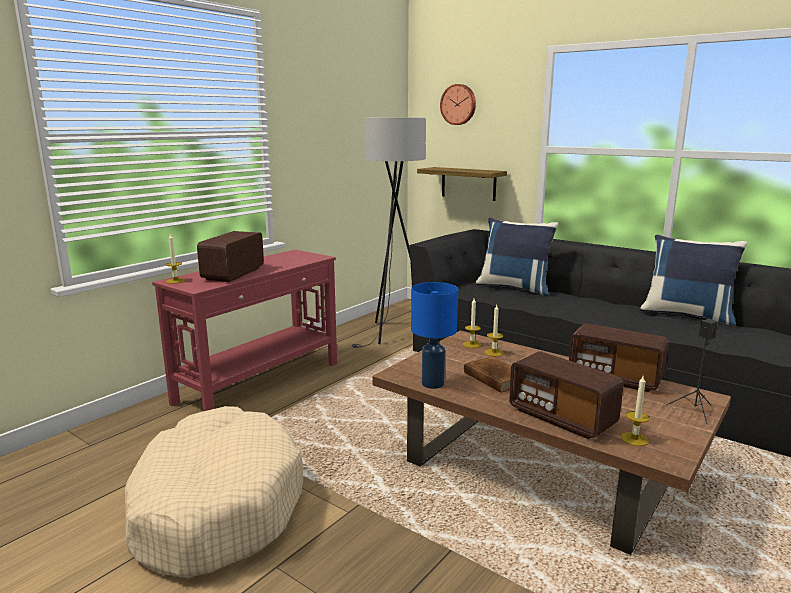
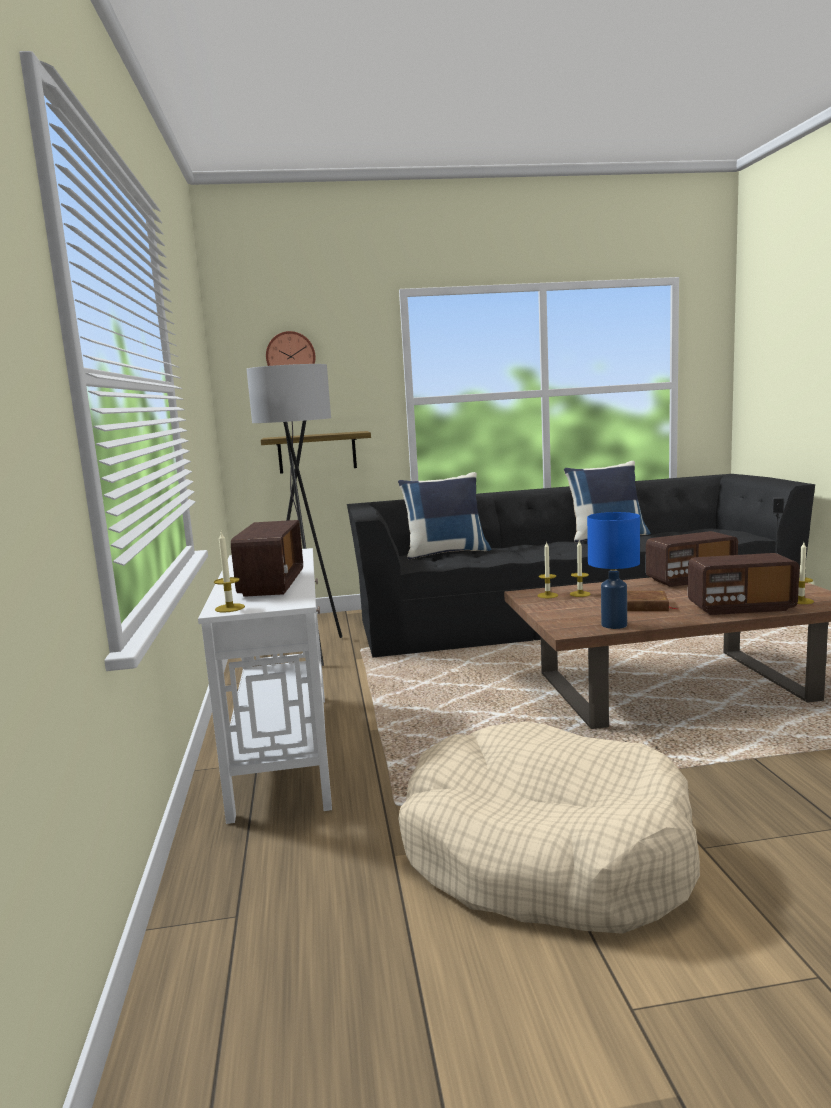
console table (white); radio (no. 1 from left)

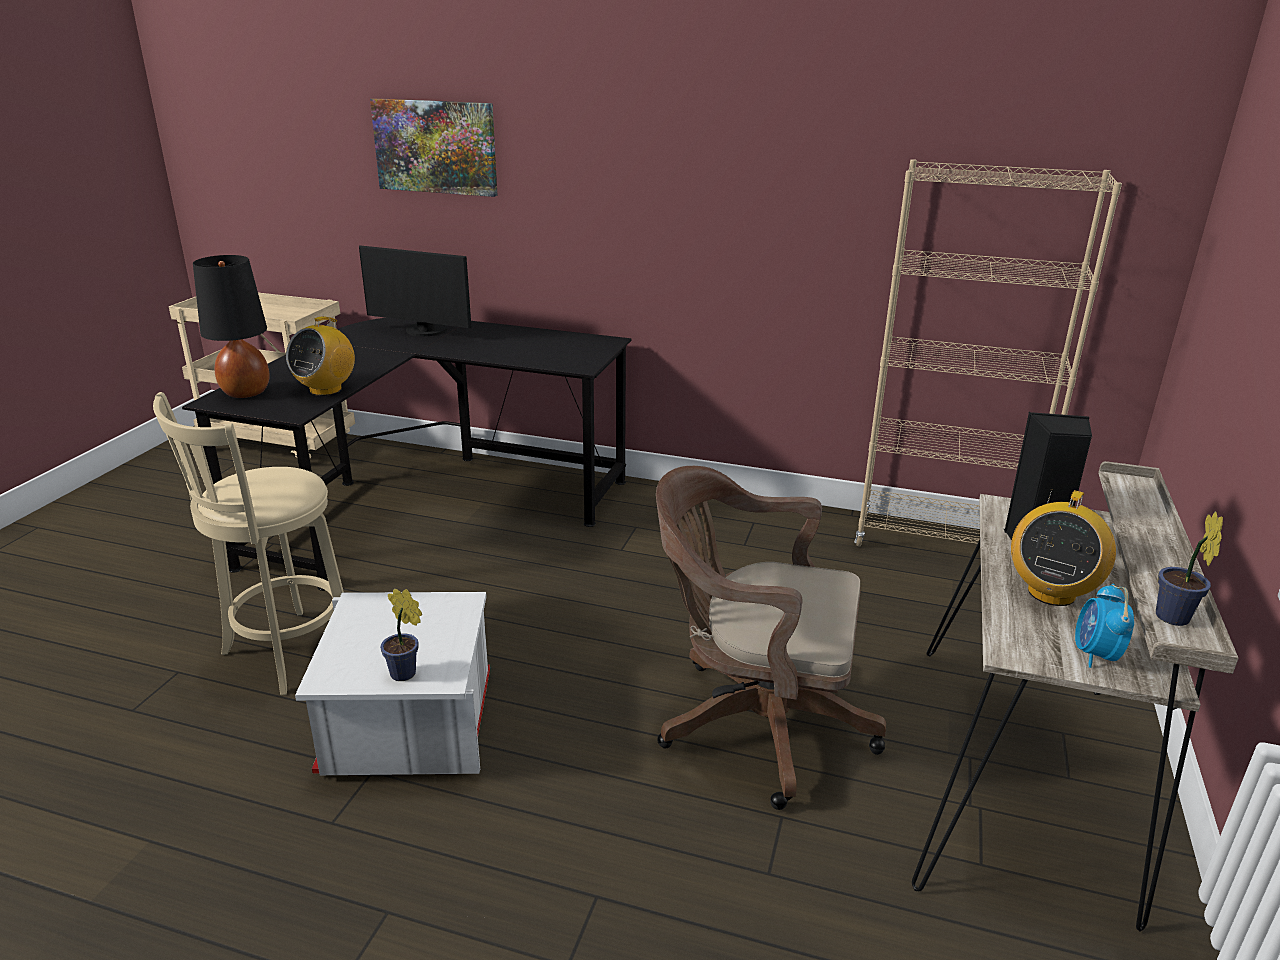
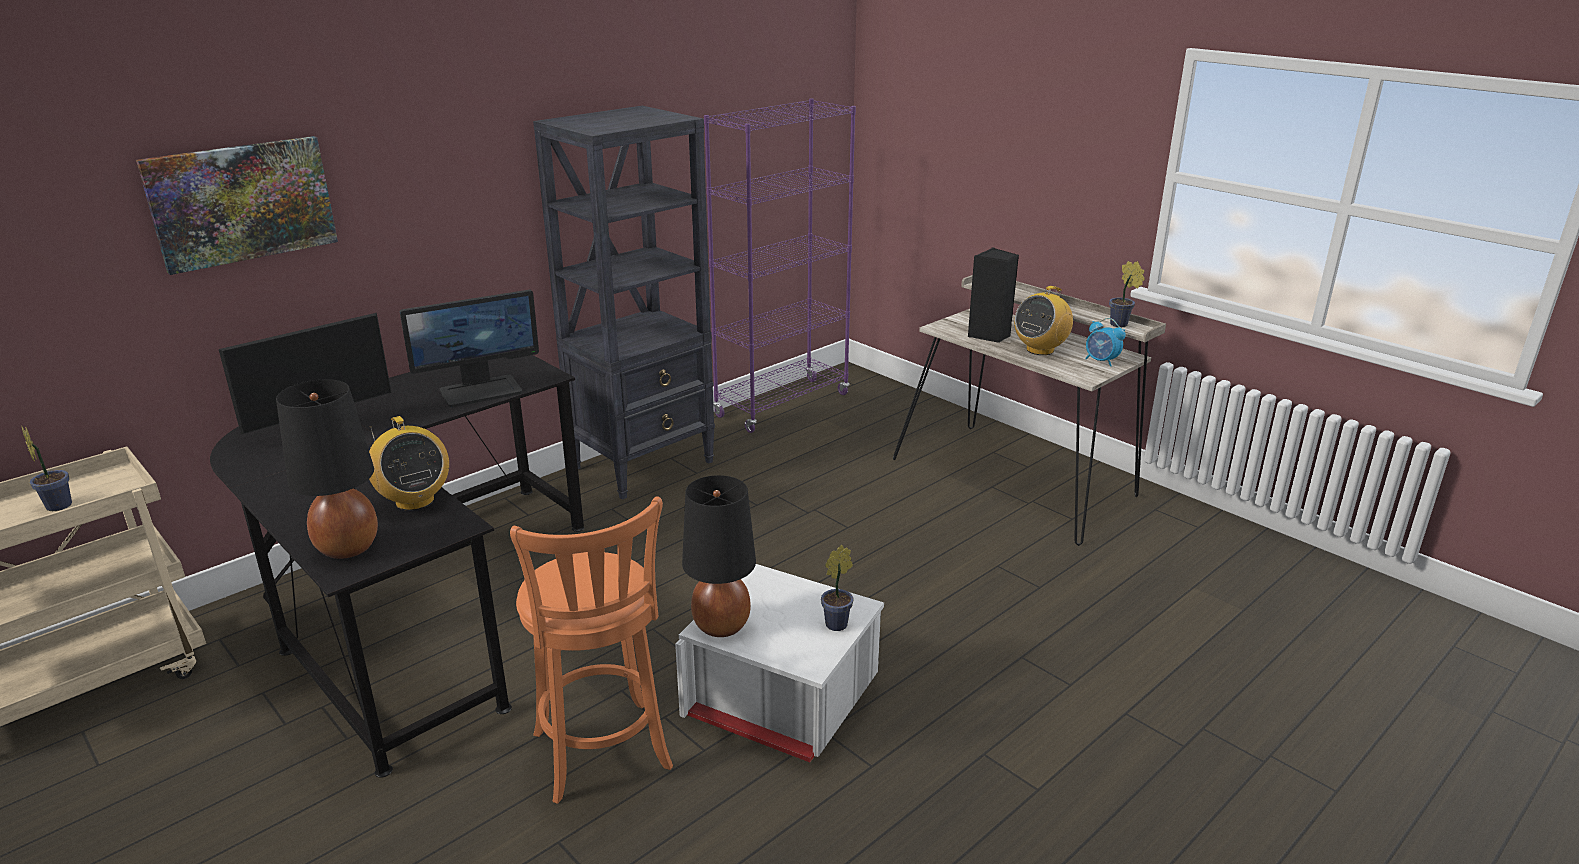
stool (orange); office chair (brown); bookcase (purple); radio (no. 2 from left); potted plant (no. 1 from left); monitor (no. 2 from left); bookcase (black); table lamp (black) (no. 2 from left)

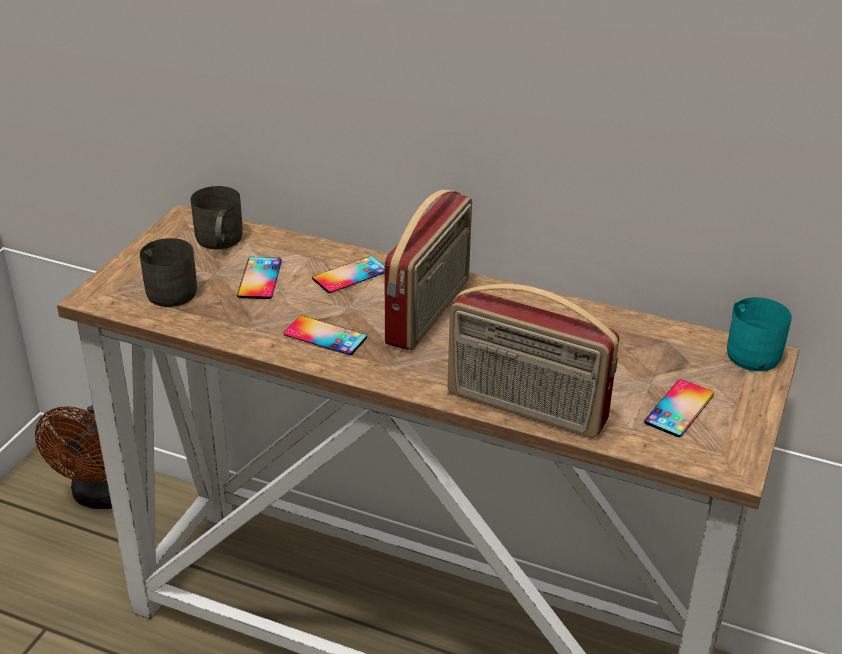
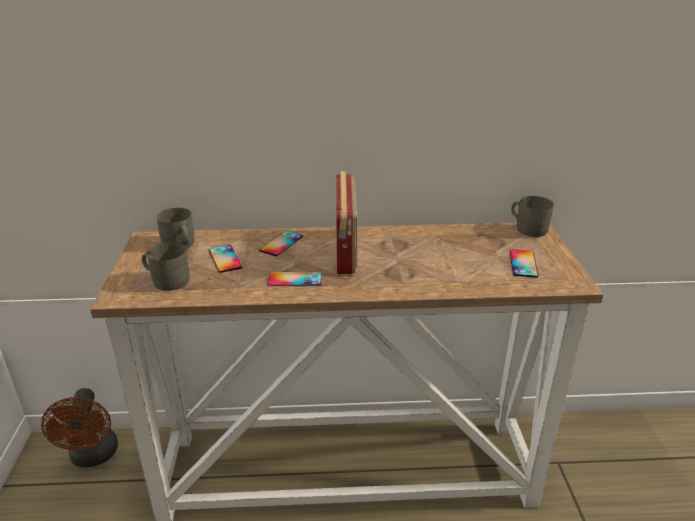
radio (no. 2 from left in the first image); mug (grey) (no. 3 from left)

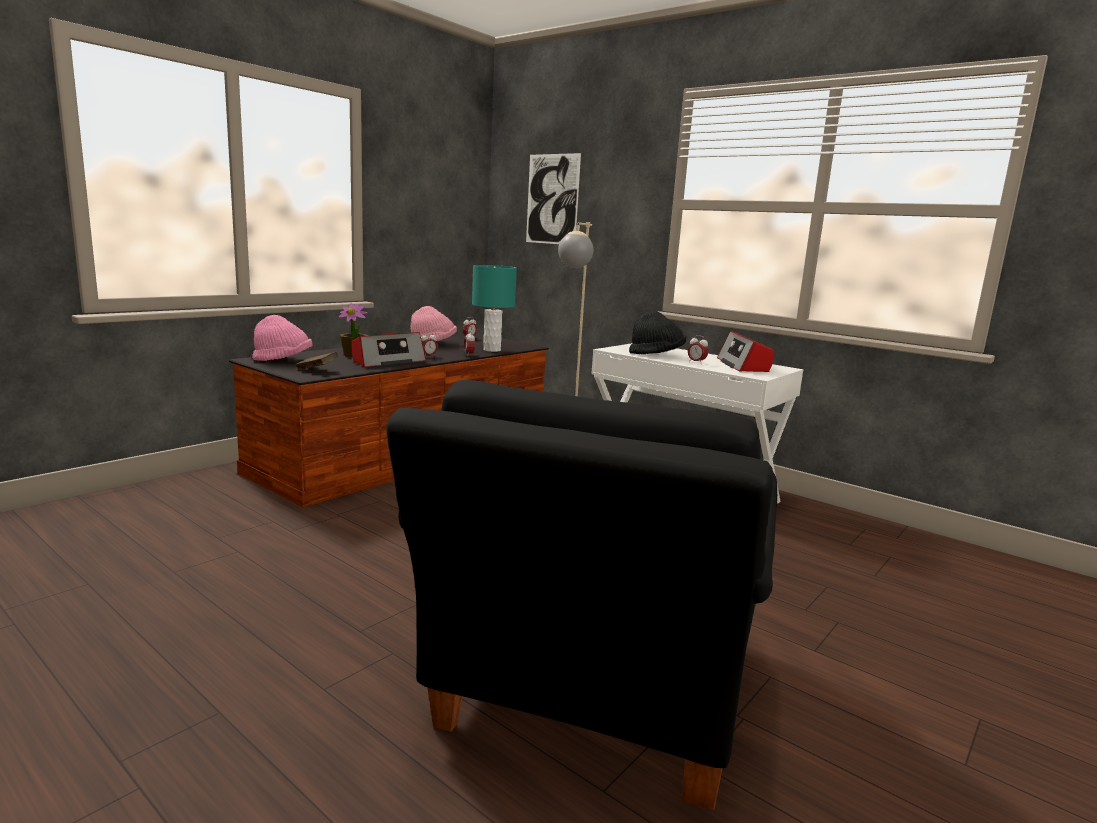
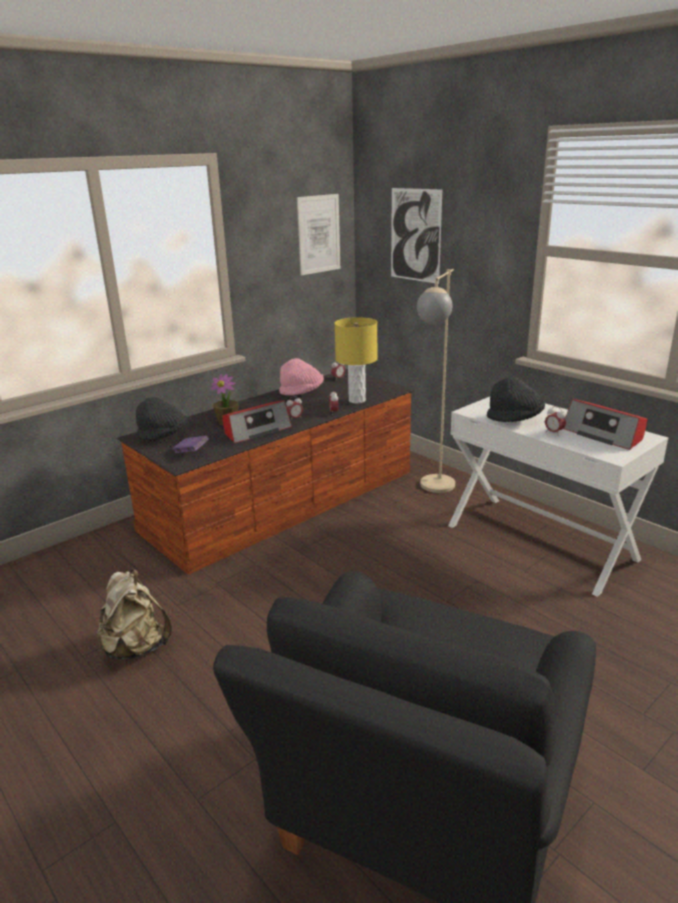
hat (black) (no. 1 from left); book (purple); table lamp (yellow); radio (no. 2 from left); backpack (beige); picture (no. 1 from left)

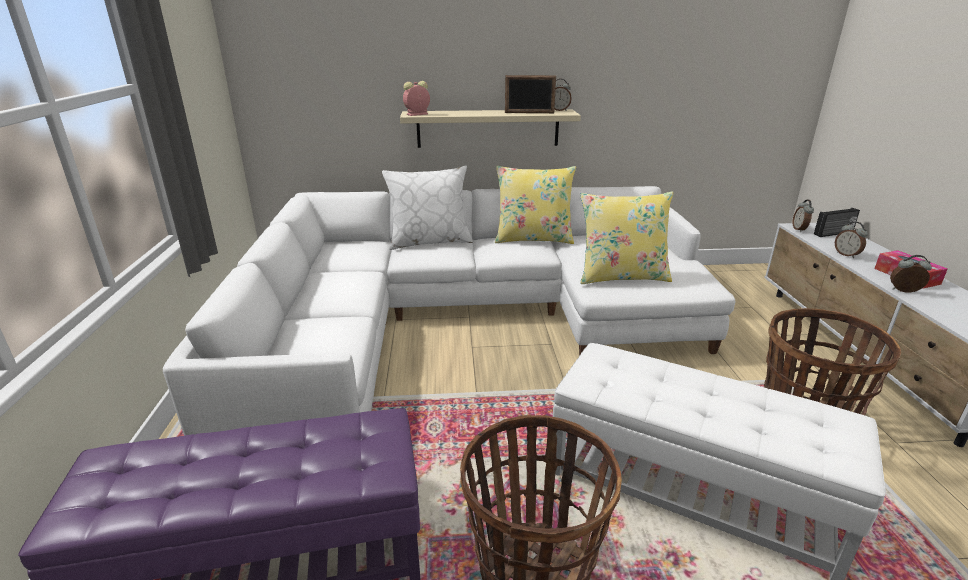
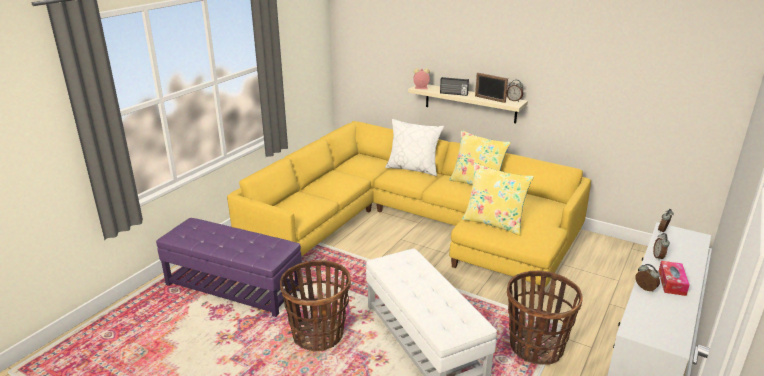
sofa (yellow); radio

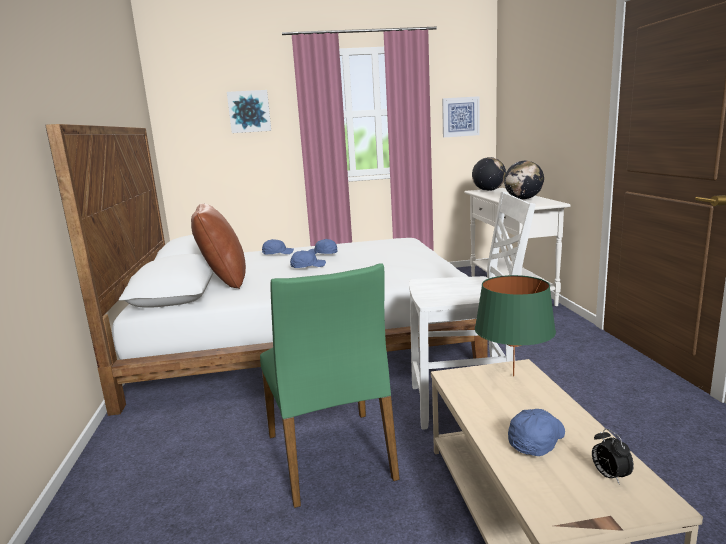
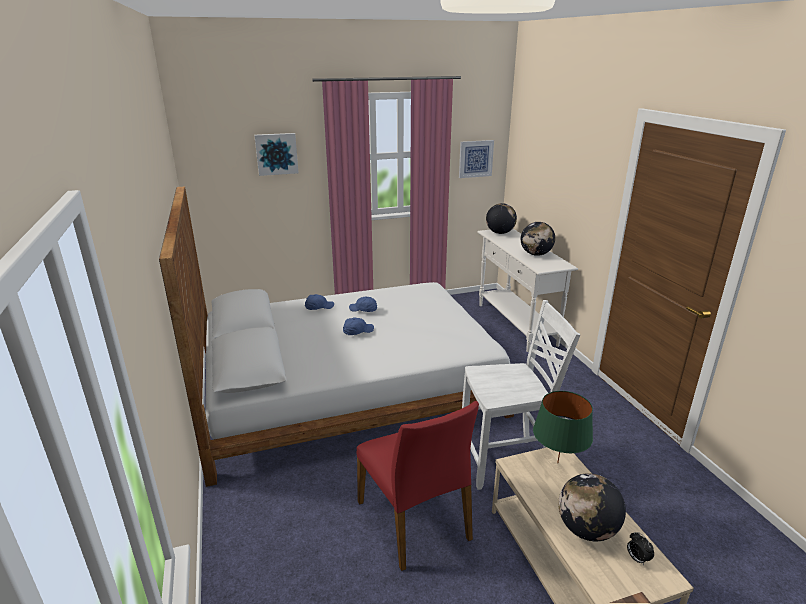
pillow (brown); chair (red); globe (no. 3 from left)

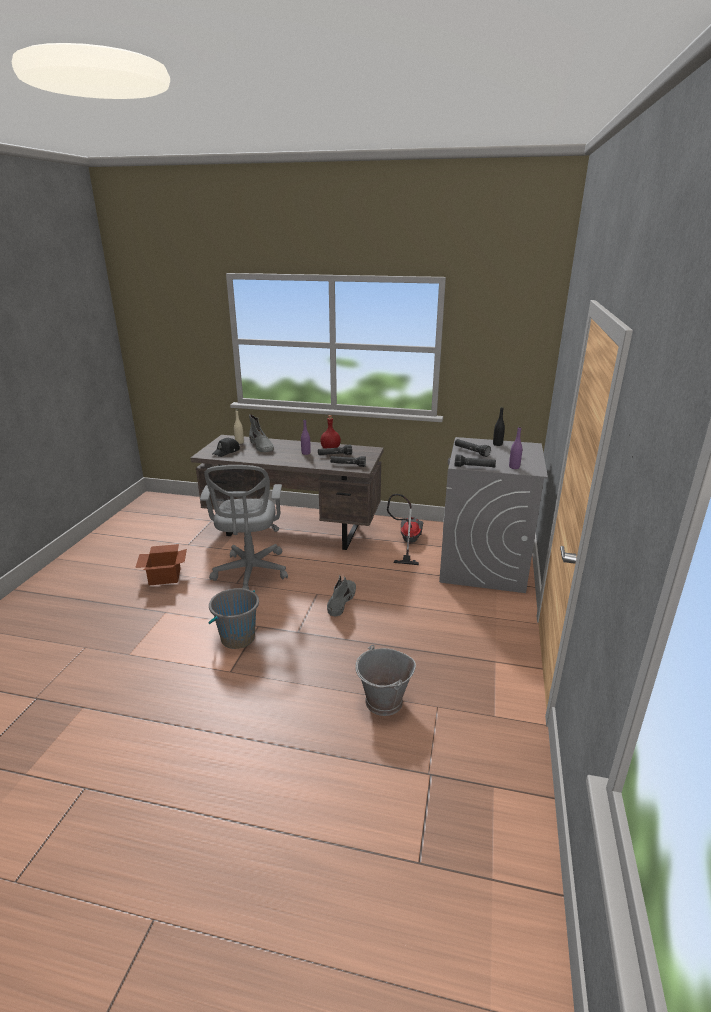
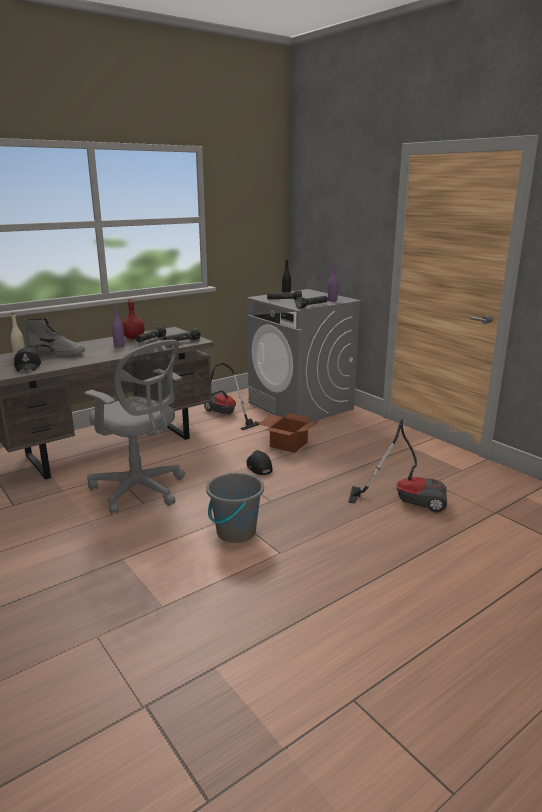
cardboard box; cap (black) (no. 2 from left); vacuum cleaner (no. 2 from left)

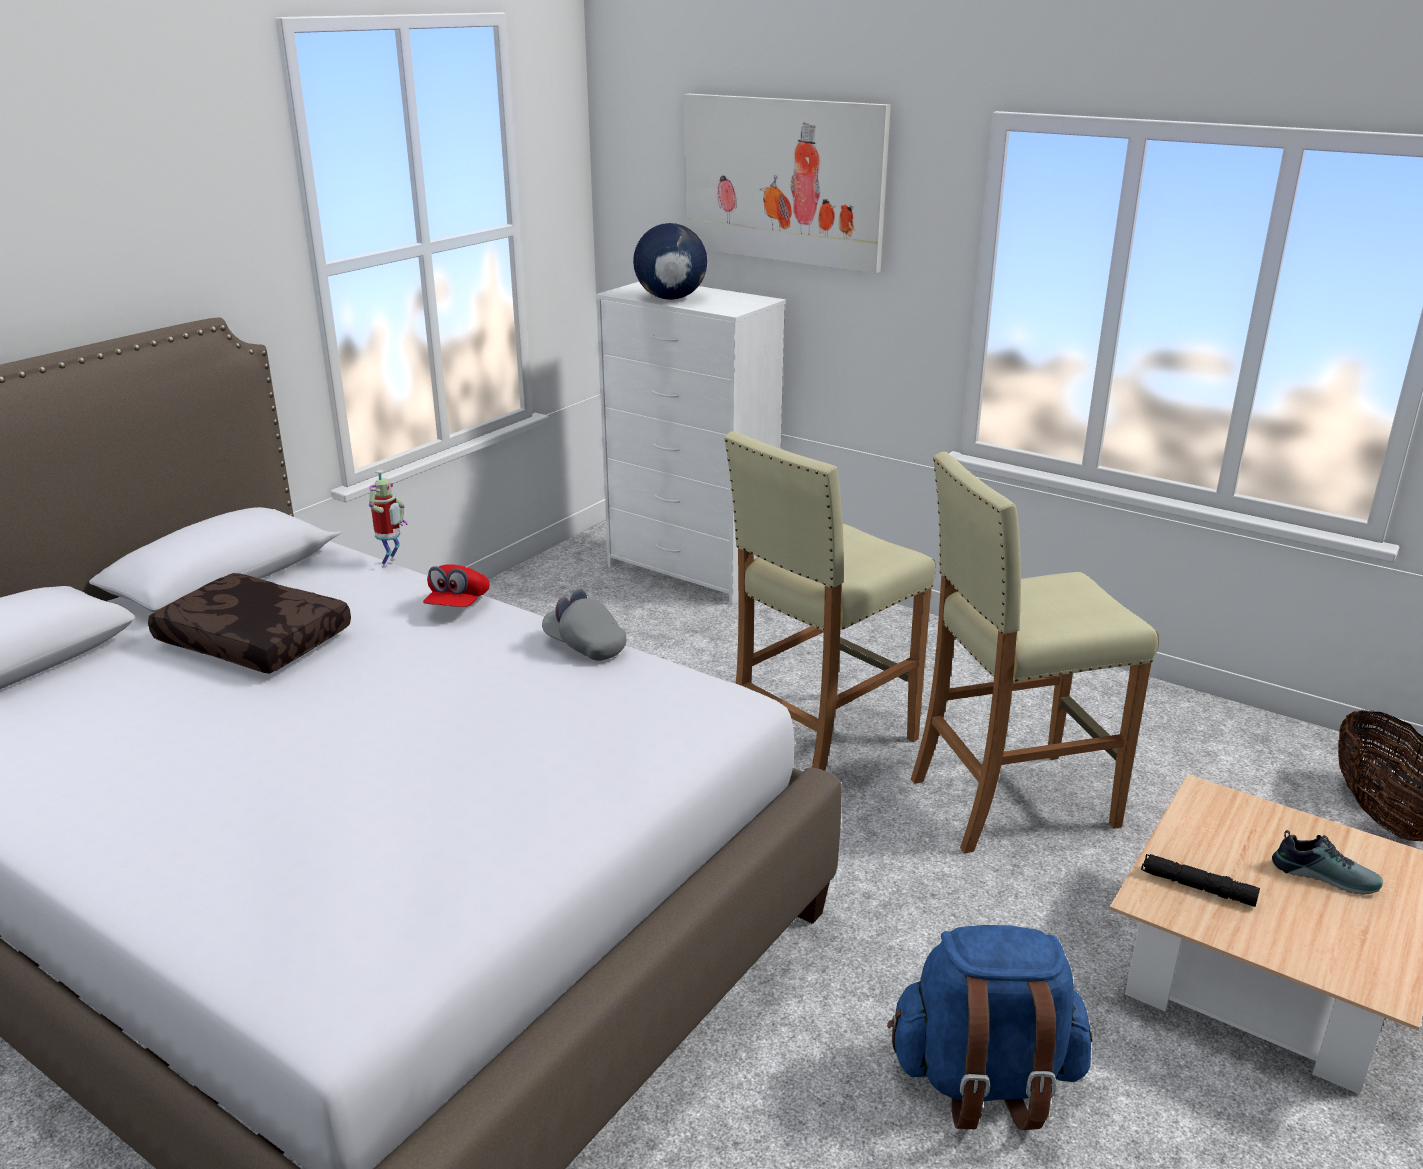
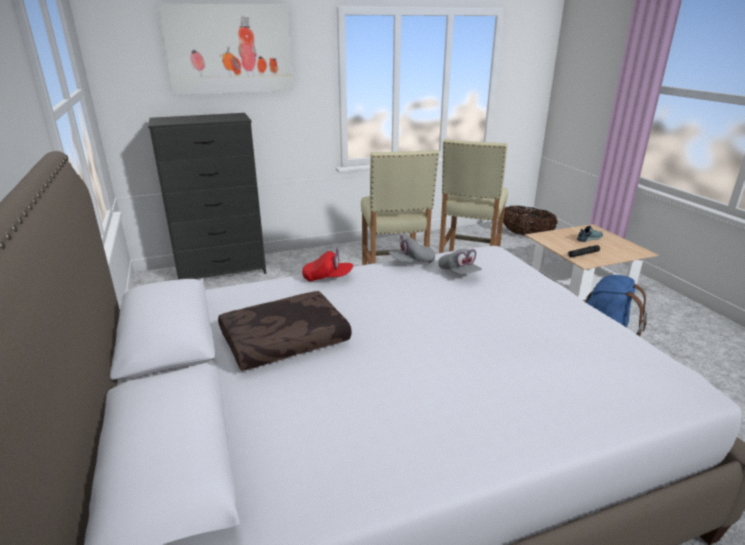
toy robot; cap (red); dresser (black); globe; cap (grey) (no. 2 from left)

